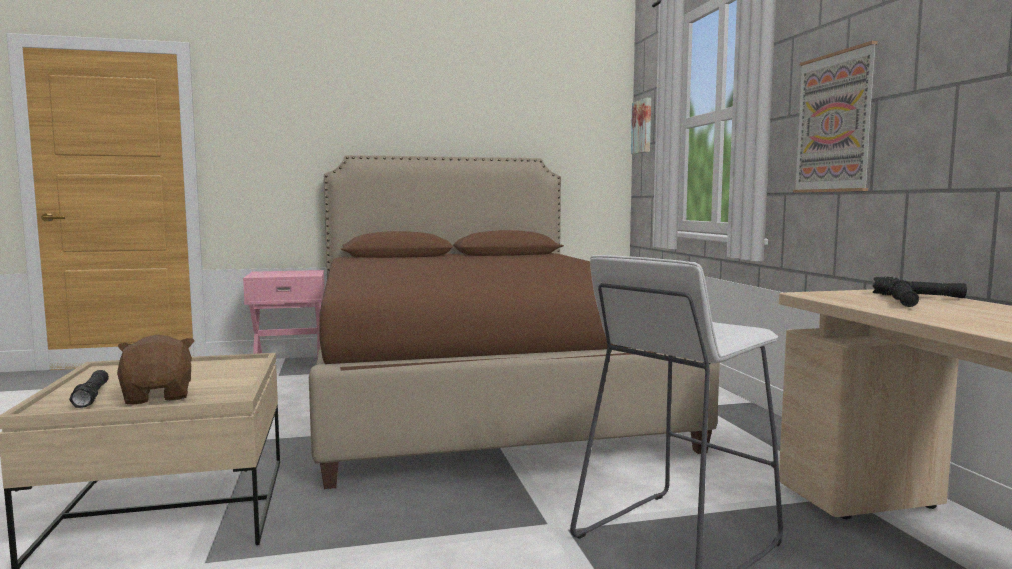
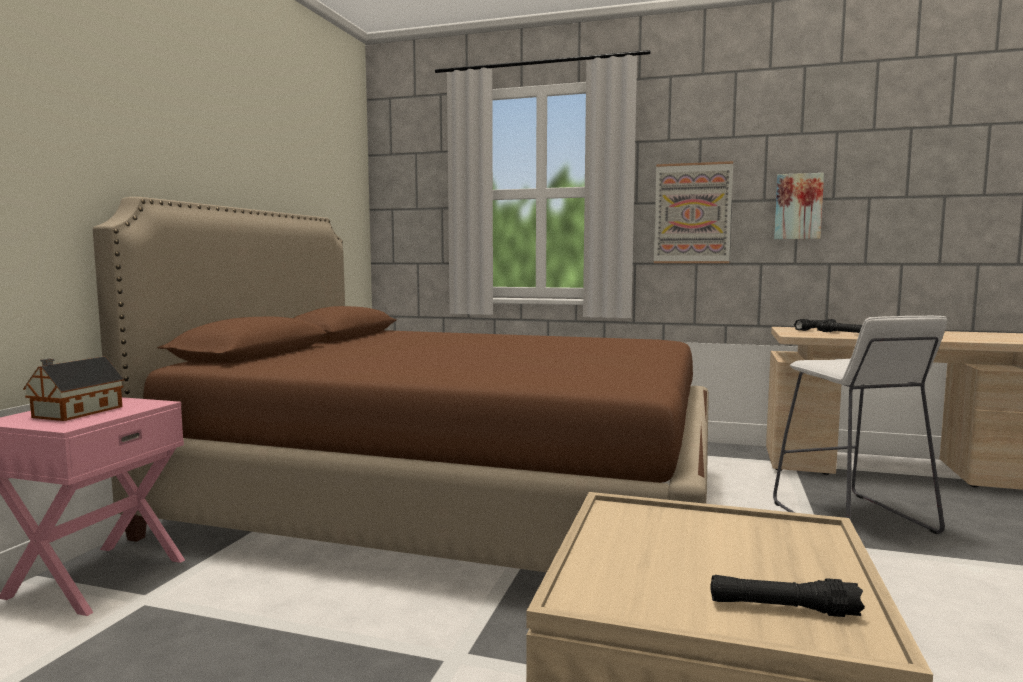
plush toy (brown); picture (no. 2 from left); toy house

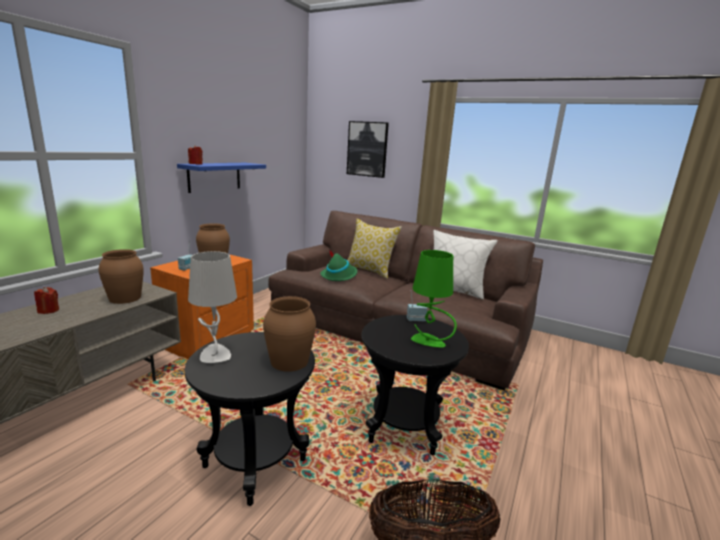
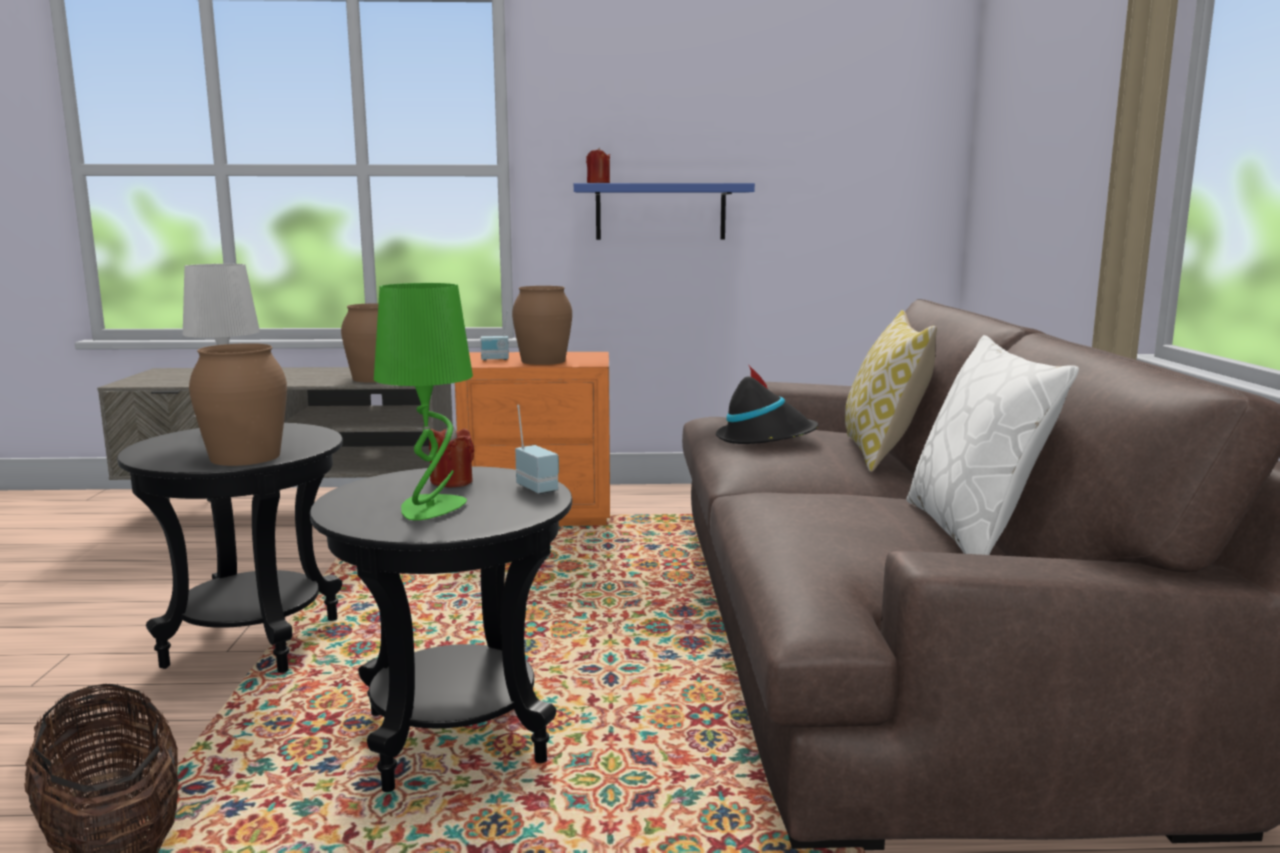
candle (red) (no. 1 from left); hat (black); picture

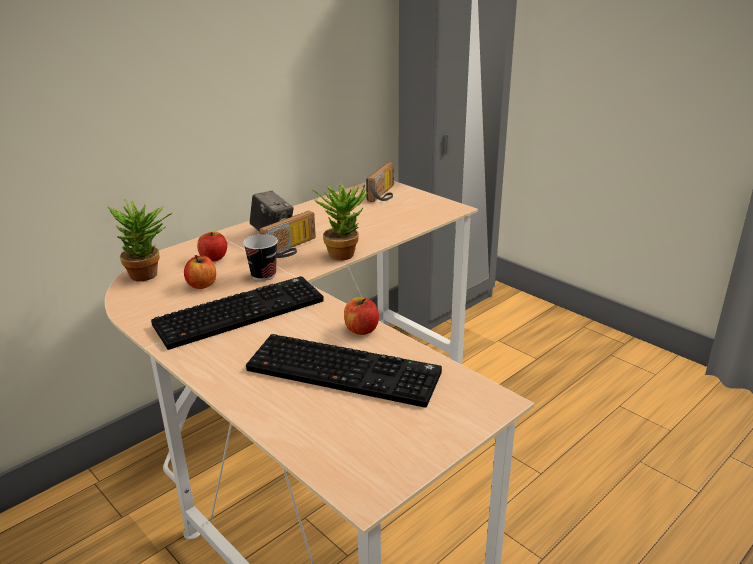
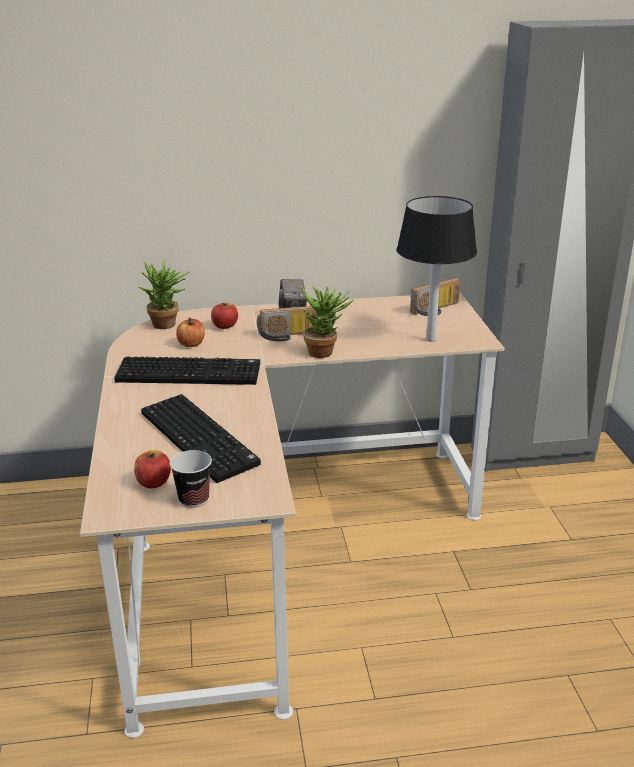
cup; apple (no. 1 from left); table lamp (black)

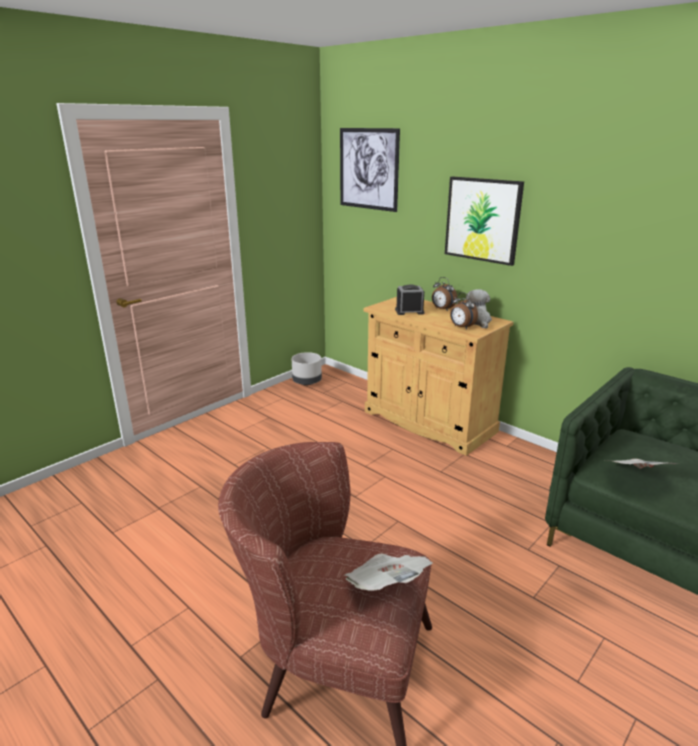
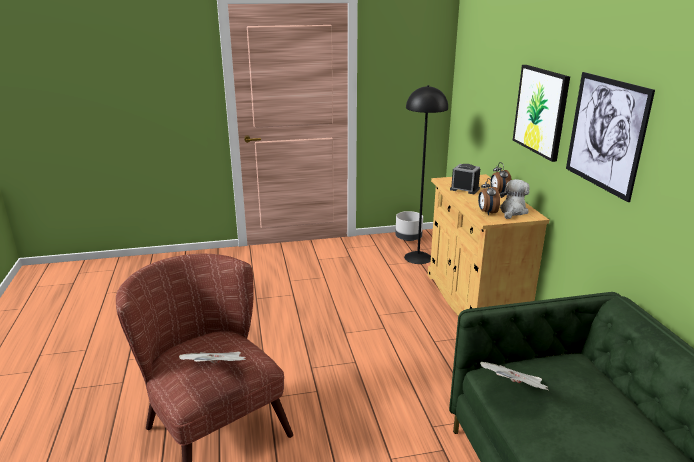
picture (no. 2 from left); floor lamp (black)

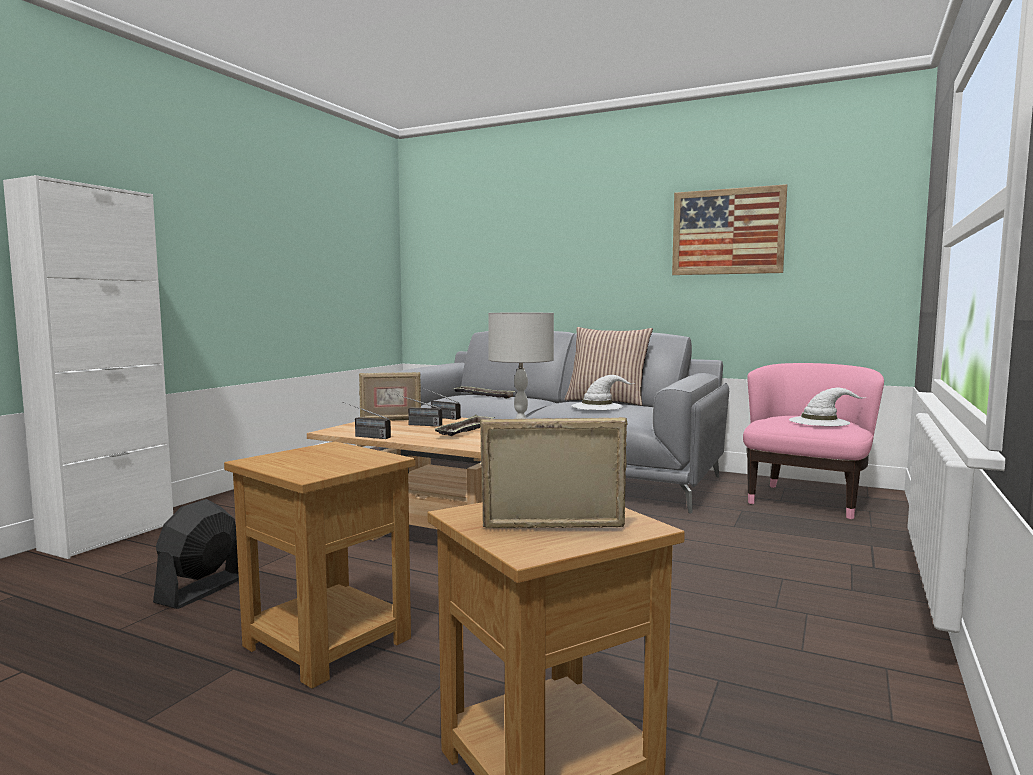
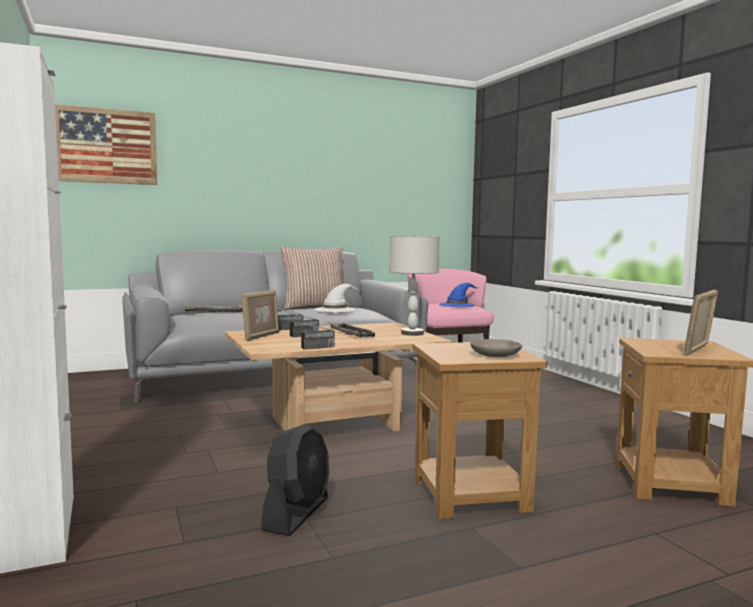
fan (black); picture; hat (blue); bowl (grey)

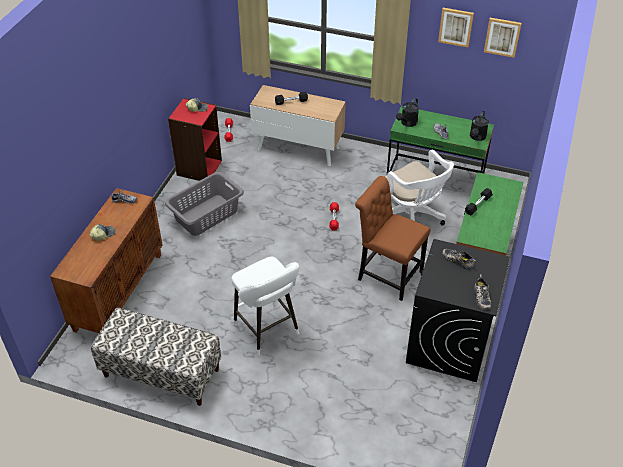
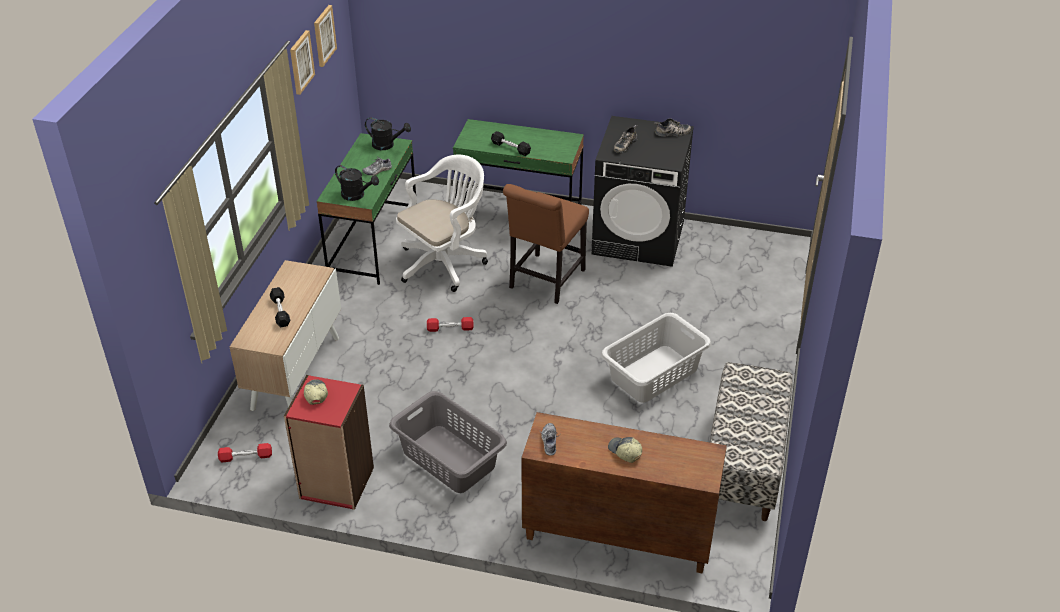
laundry basket (grey) (no. 2 from left)

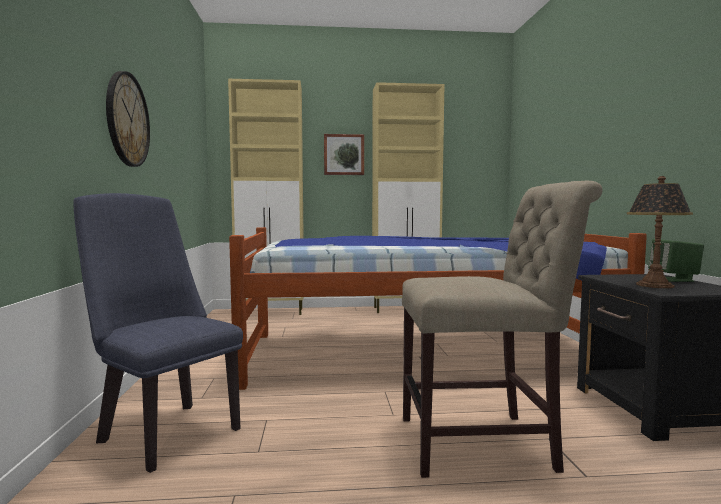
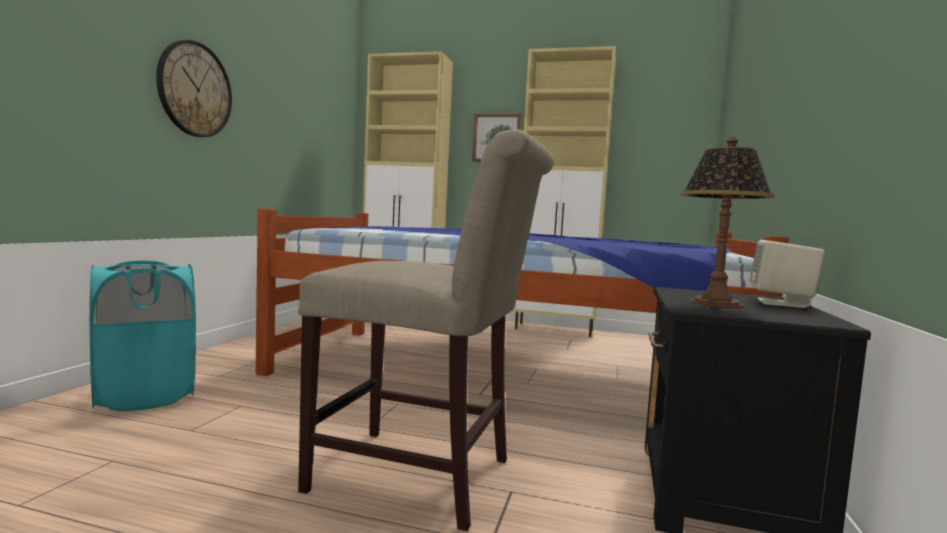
laundry basket (turquoise); speaker (beige)

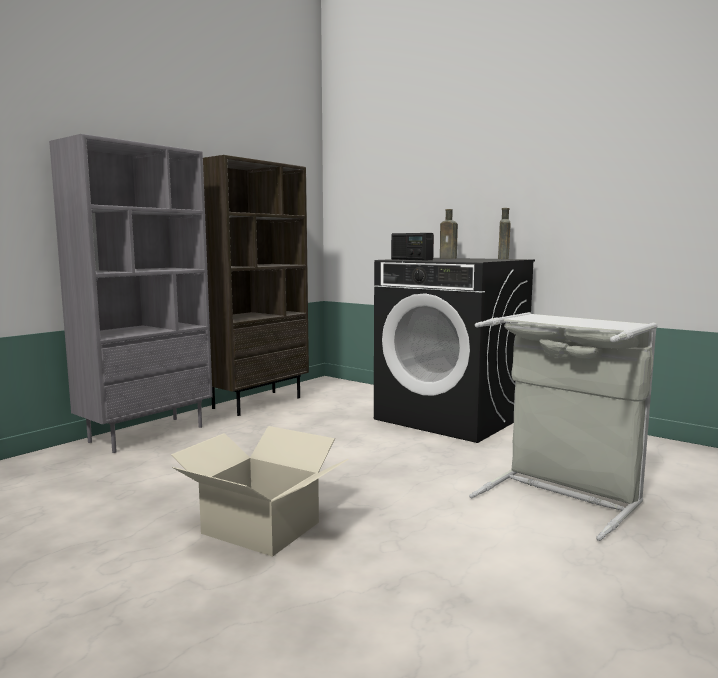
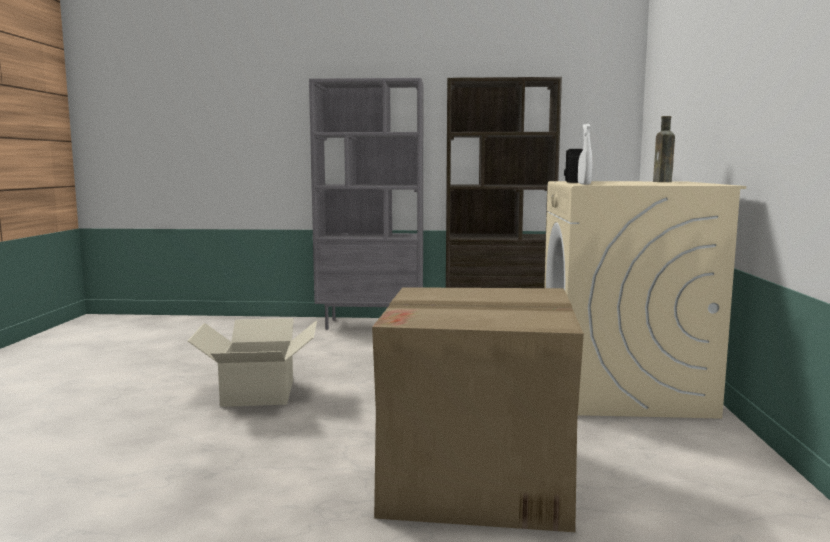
washing machine (beige); cardboard box (no. 2 from left); bottle (brown) (no. 2 from left in the first image); spray bottle (white)

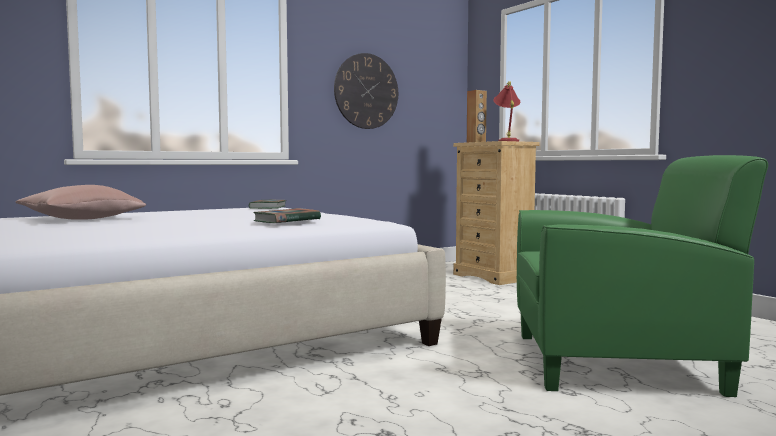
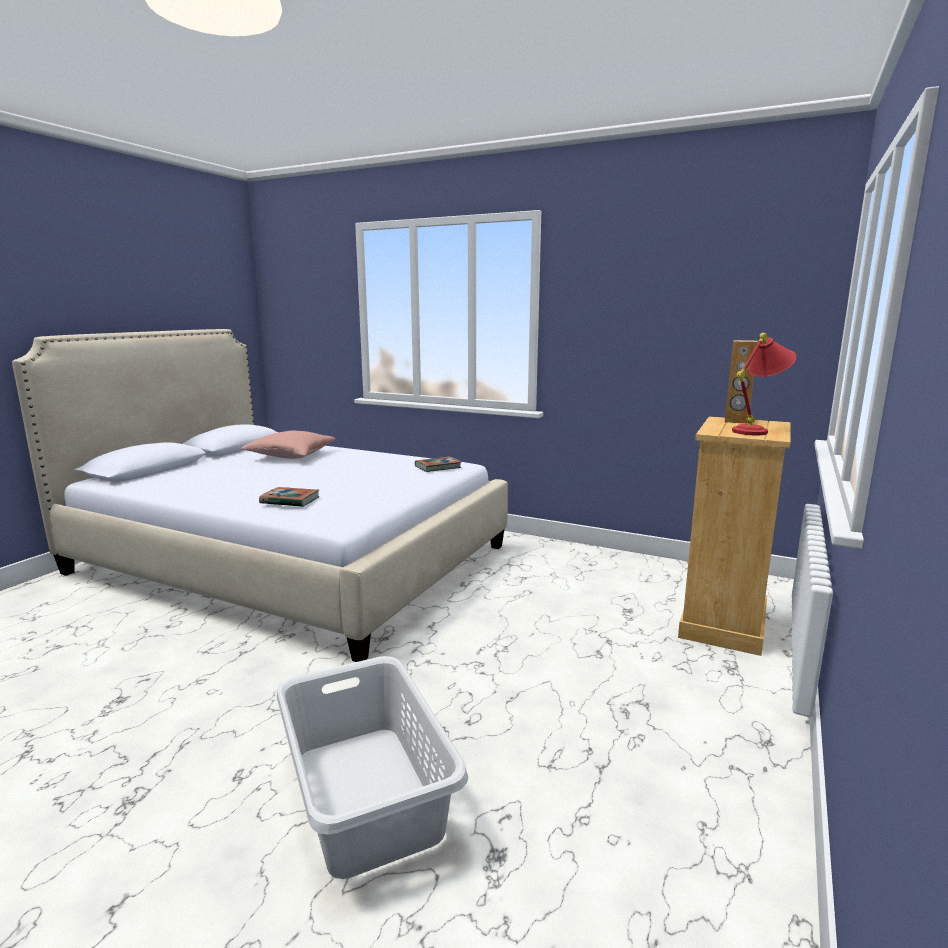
wall clock; laundry basket (grey)

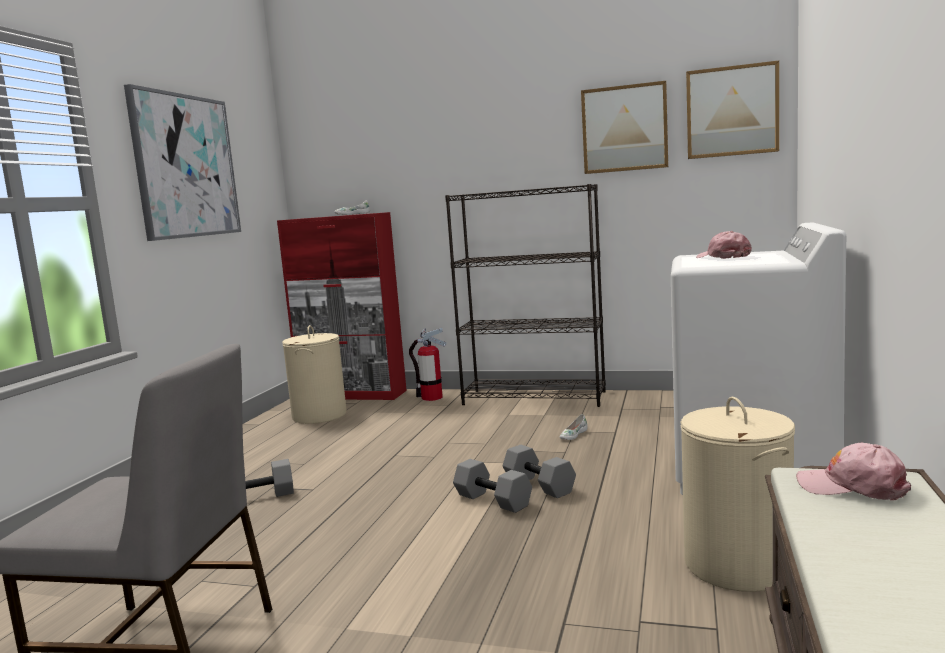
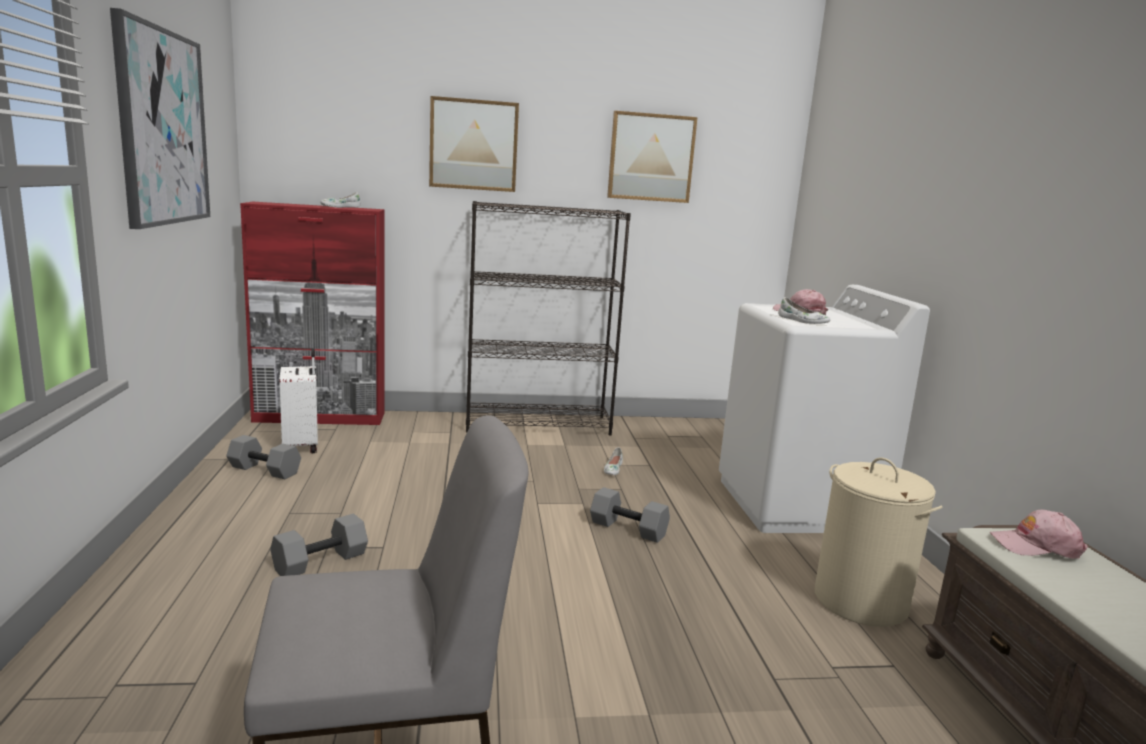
suitcase (white); fire extinguisher; dumbbell (grey) (no. 1 from left); picture (no. 2 from left); shoe (white) (no. 3 from left)

